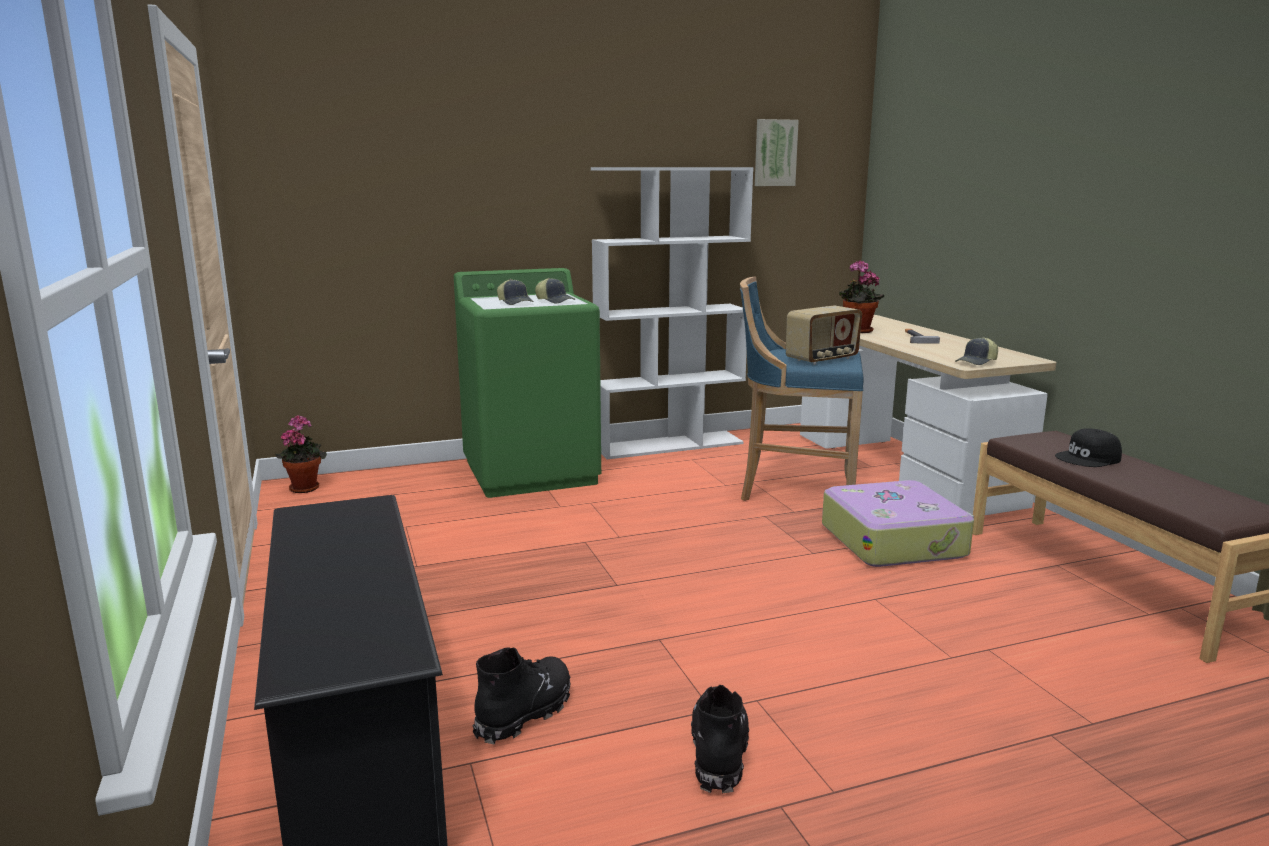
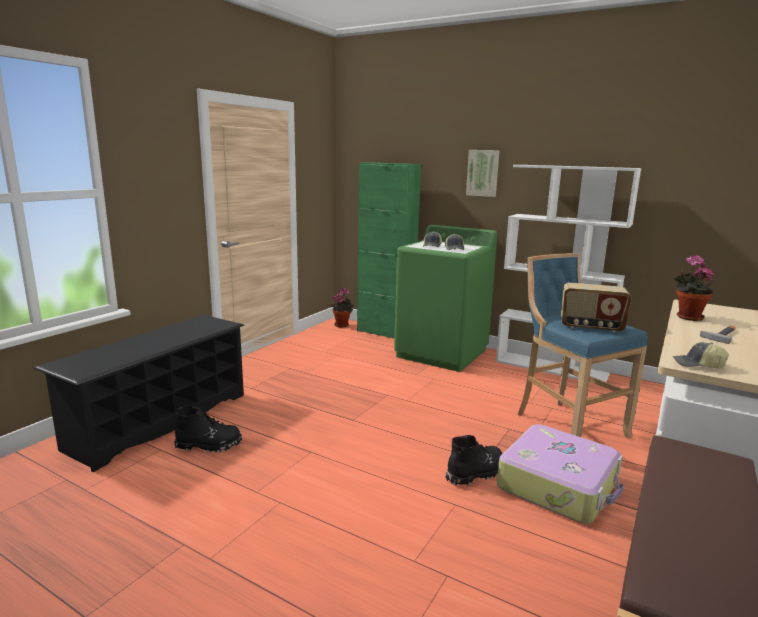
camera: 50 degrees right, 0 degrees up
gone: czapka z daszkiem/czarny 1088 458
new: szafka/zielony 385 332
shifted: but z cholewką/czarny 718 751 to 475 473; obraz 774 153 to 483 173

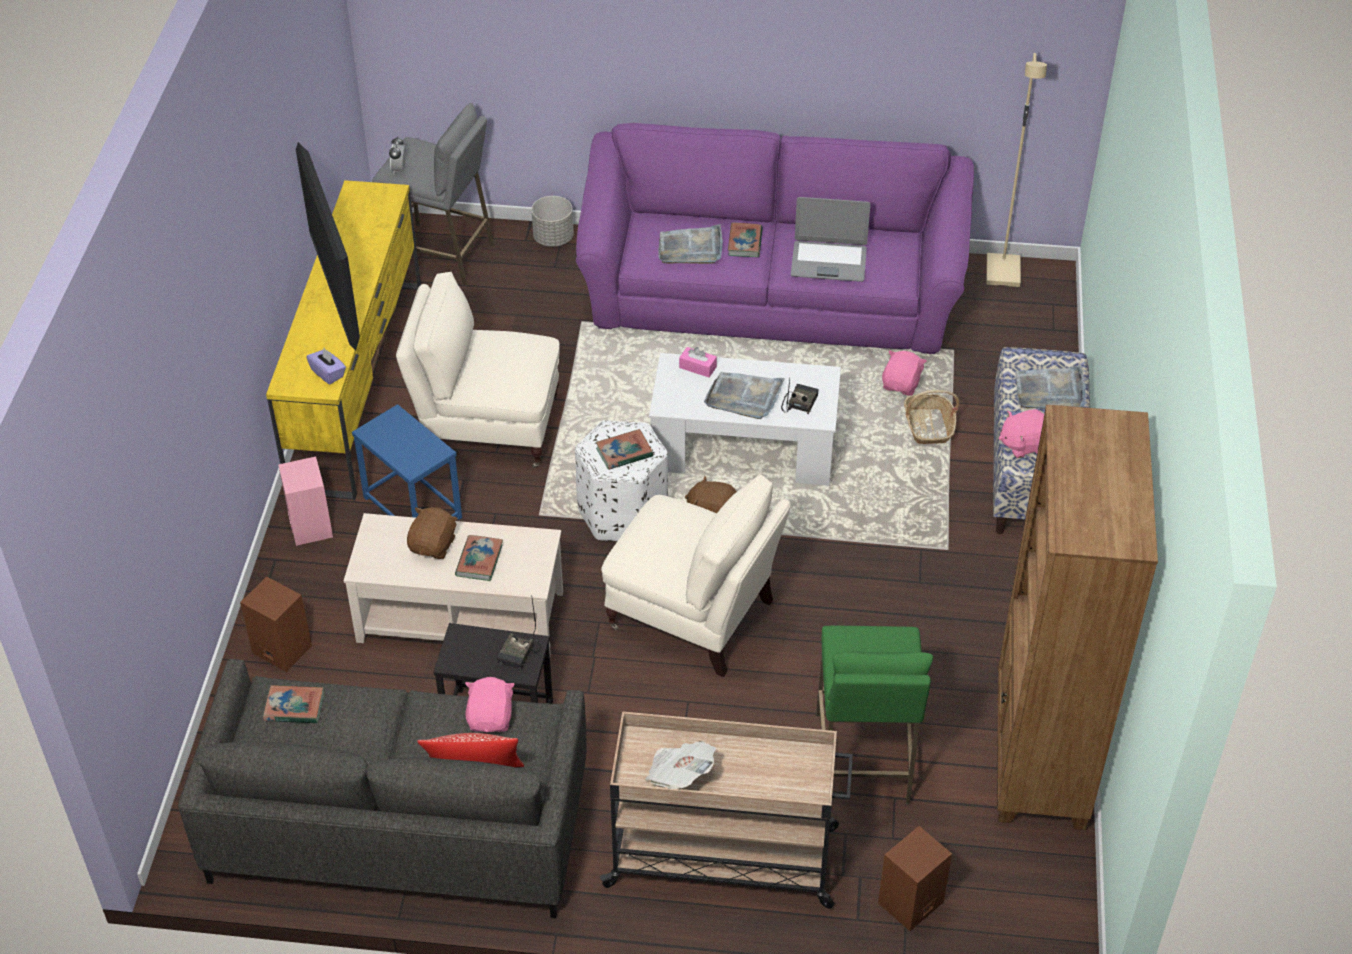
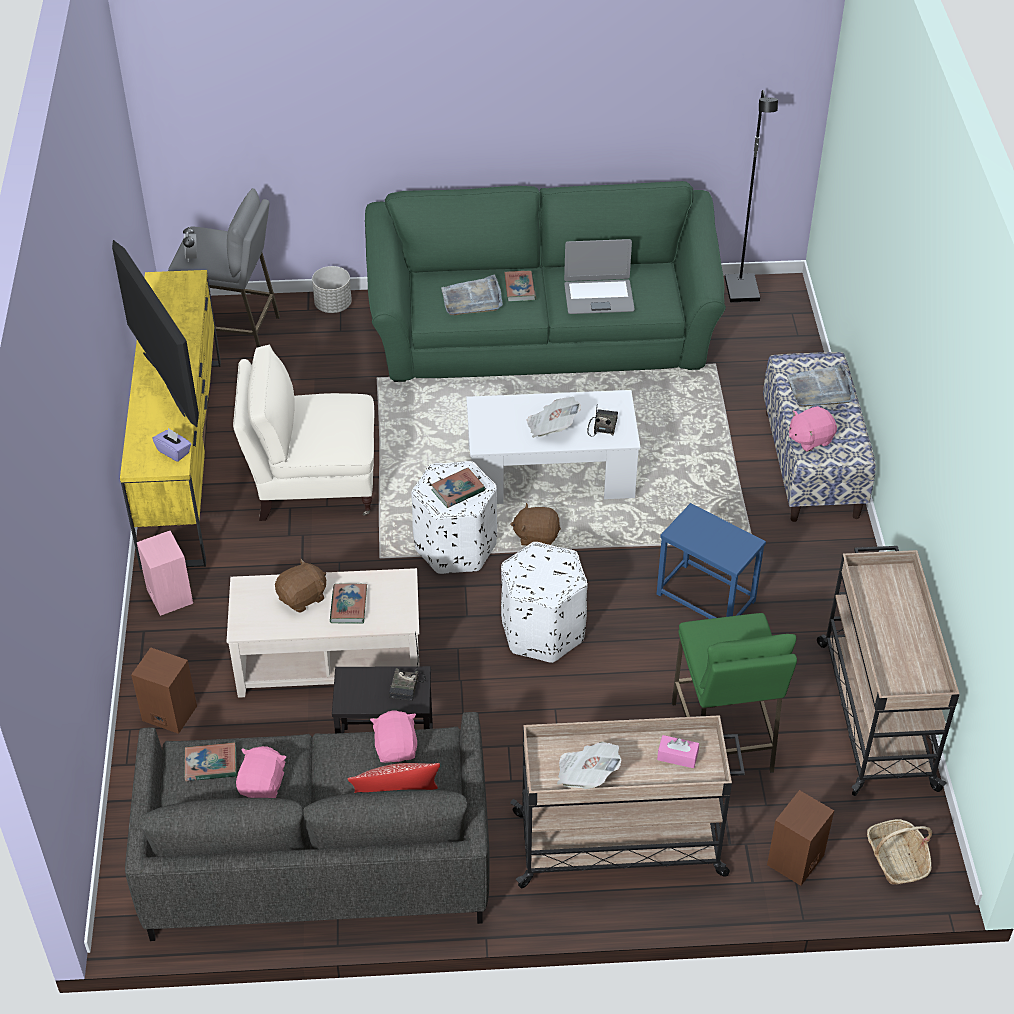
camera: 10 degrees left, 0 degrees up
shifted: stolik/niebieski 411 508 to 705 598; pudełko chusteczek/różowy 698 367 to 677 756; pluszak/różowy 901 384 to 263 785; koszyk 928 427 to 896 859
swapped: fotel/beżowy 694 617 to pufa/biały 542 631; taca/szary 744 397 to gazeta 552 427; regał/brązowy 1039 755 to wózek/beżowy 875 712
repainted: kanapa/fioletowy 772 292 to kanapa/zielony 542 331; lampa stojąca/beżowy 1004 273 to lampa stojąca/czarny 743 290
rotated: pluszak/brązowy 433 545 = 303 597 45 degrees clockwise

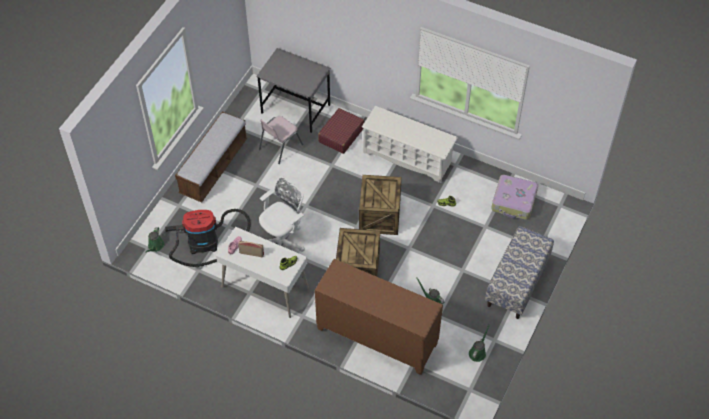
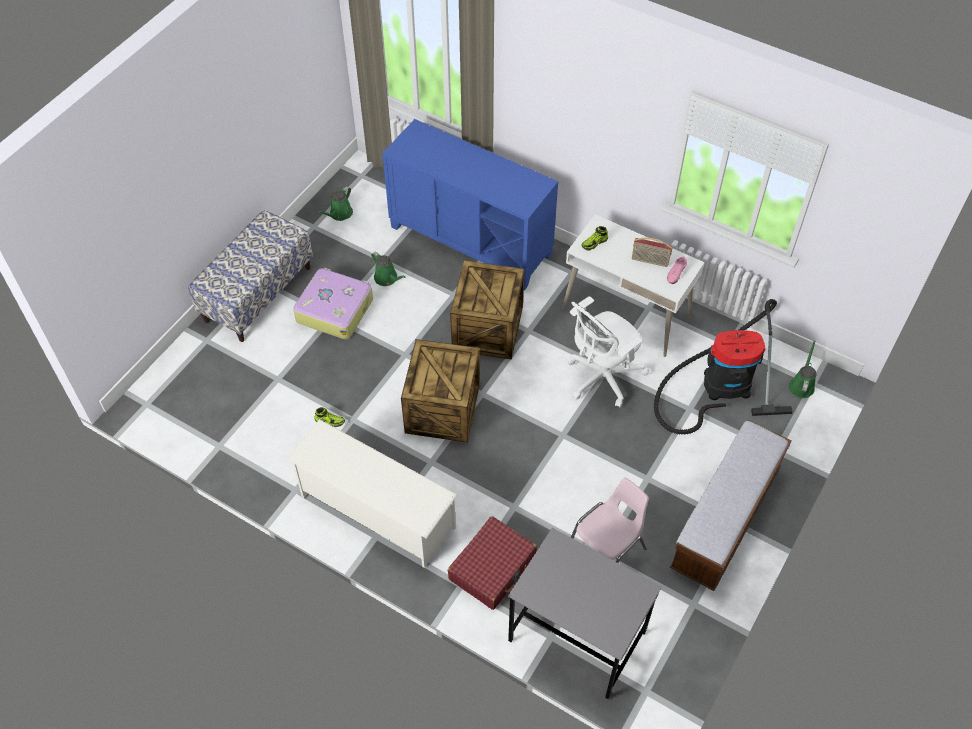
camera: 175 degrees left, 0 degrees up
shifted: walizka 514 202 to 334 309
repainted: szafka/brązowy 376 336 to szafka/niebieski 471 240

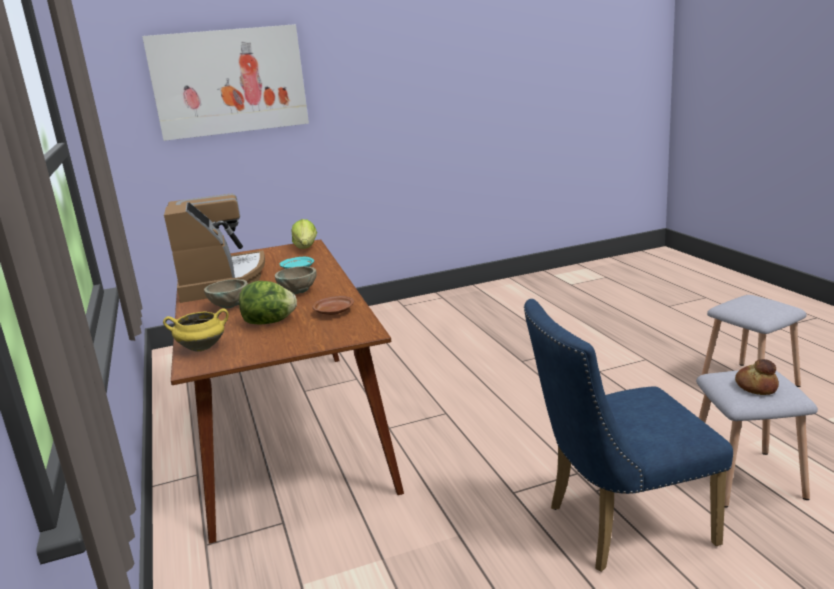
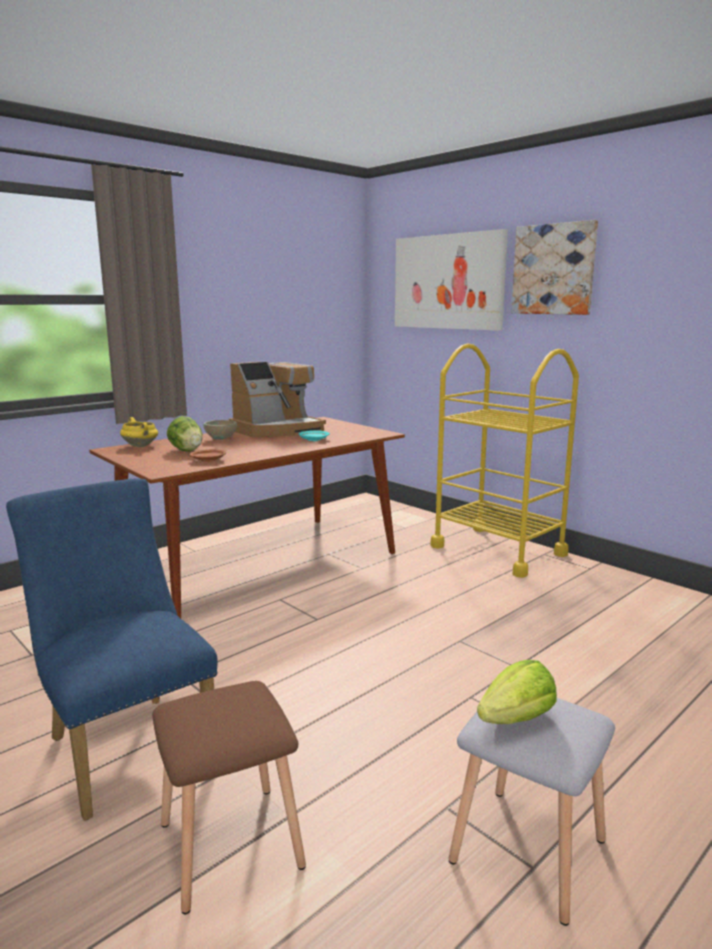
camera: 65 degrees right, 5 degrees down
gone: miska/beżowy 297 292; chleb 756 387
new: wózek/żółty 498 550; obraz 554 269
shifted: sałata 306 248 to 517 719
repainted: stołek/szary 747 479 to stołek/brązowy 228 846

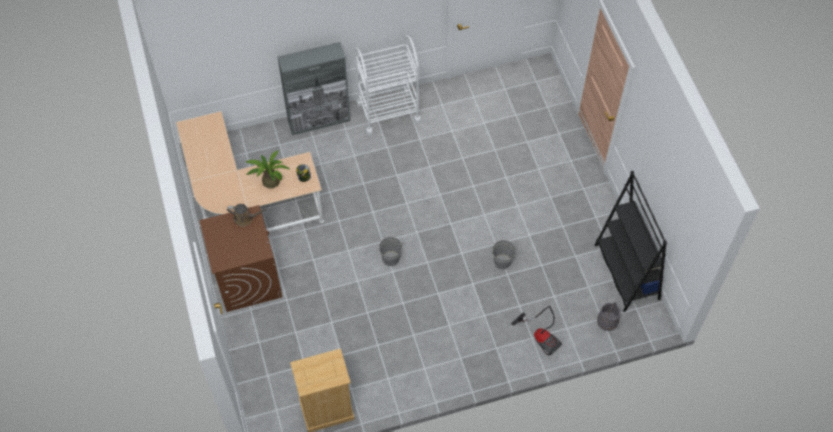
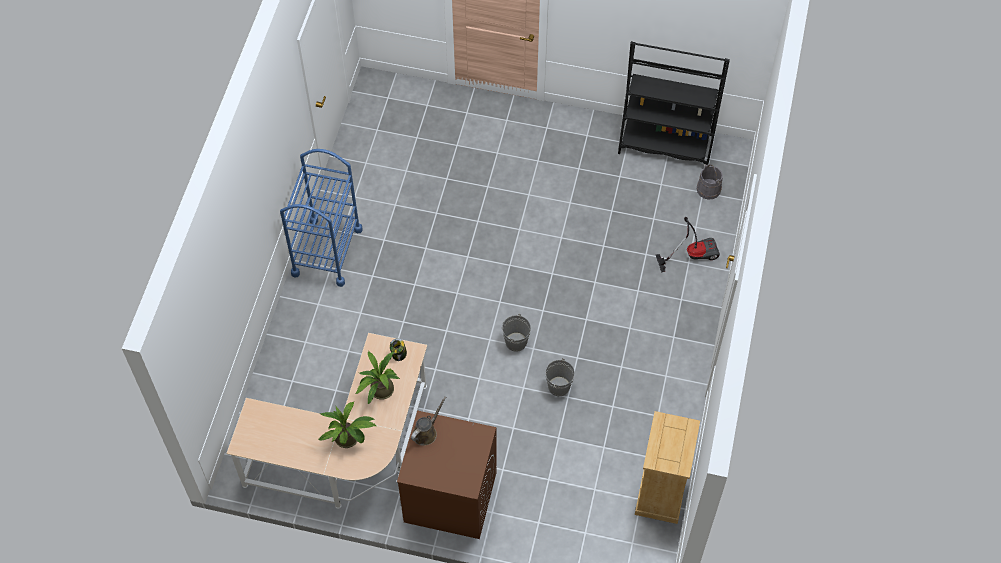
camera: 60 degrees left, 0 degrees up
gone: szafka/szary 319 120
new: roślina doniczkowa 349 439
shifted: wiadro/szary 502 261 to 559 386
repainted: wózek/biały 388 112 to wózek/niebieski 327 251

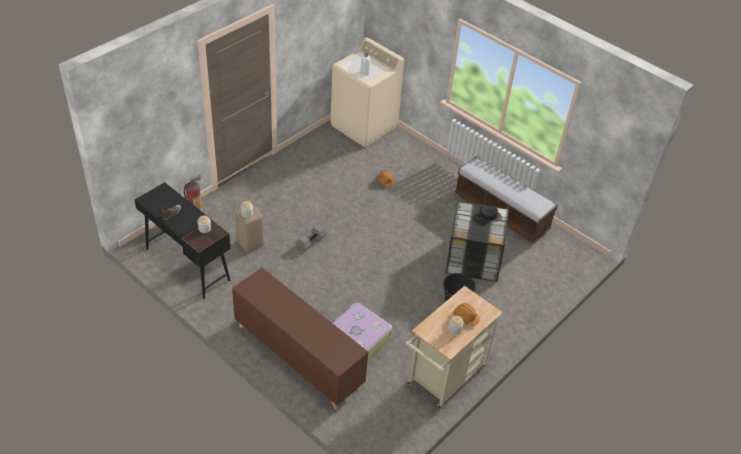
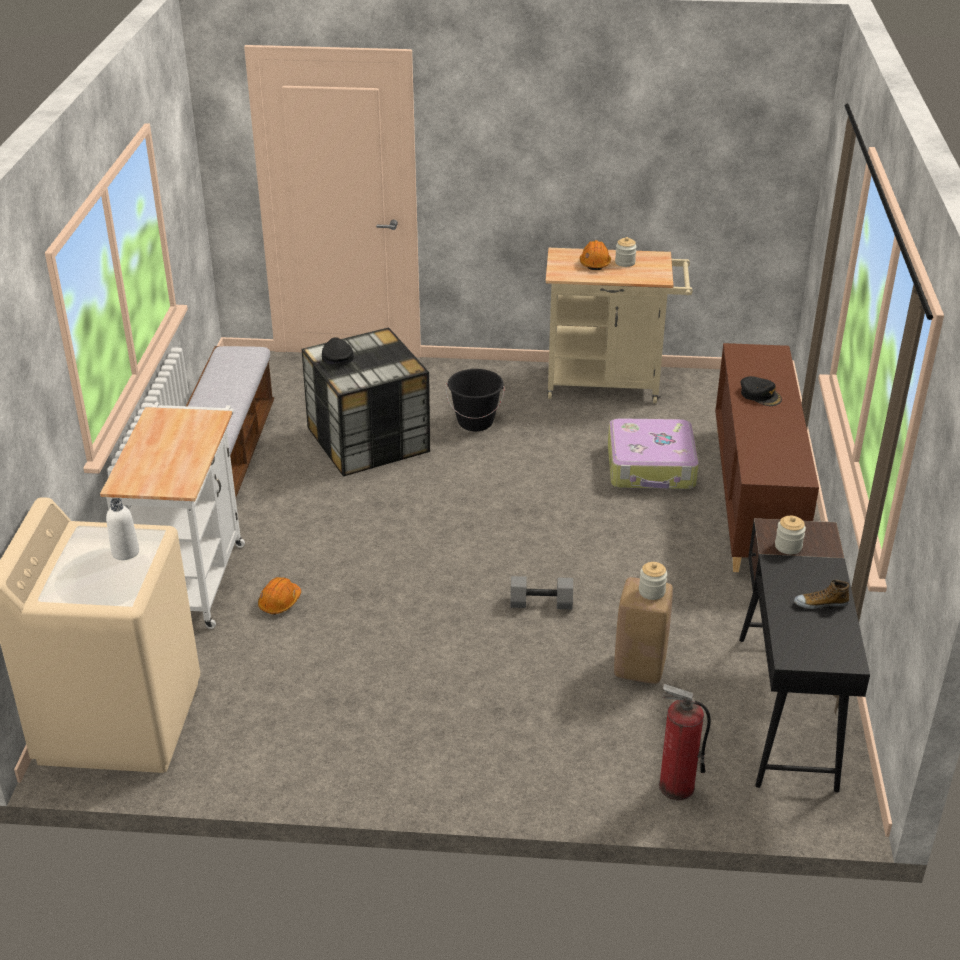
camera: 125 degrees left, 10 degrees down
new: wózek/biały 191 576; czapka z daszkiem/czarny 760 395

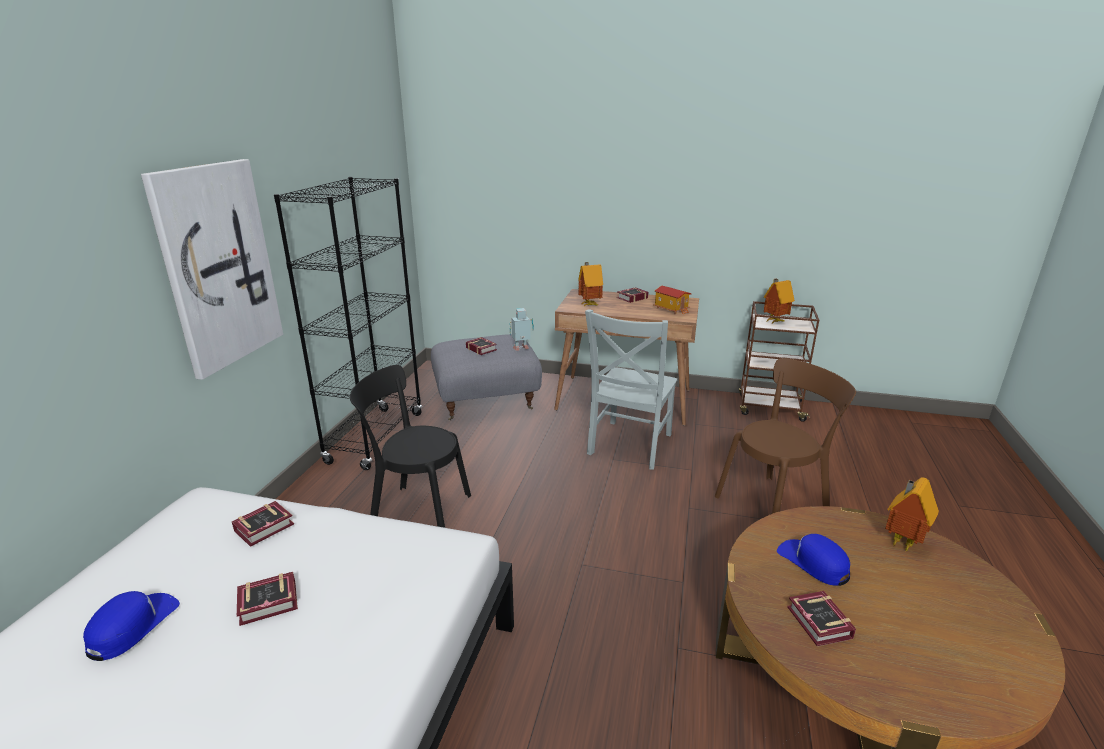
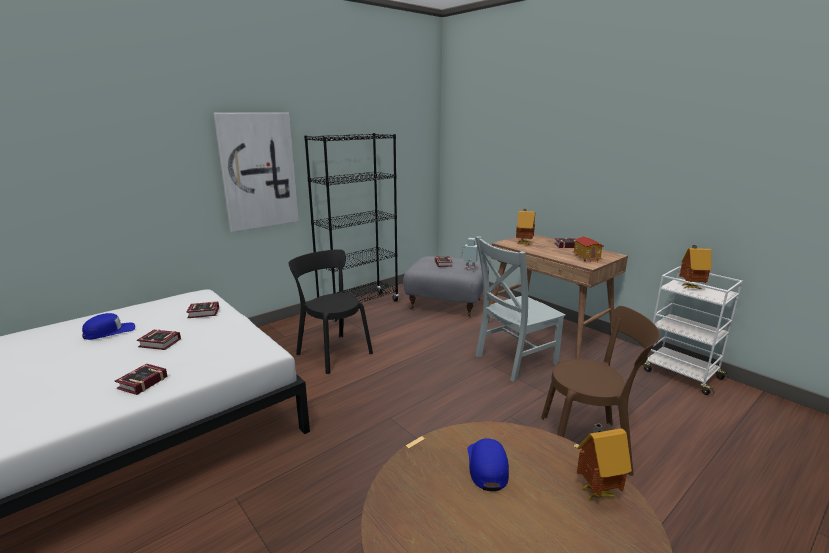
camera: 35 degrees right, 5 degrees down
shifted: książka 819 624 to 140 383
repainted: wózek/brązowy 769 408 to wózek/biały 680 374

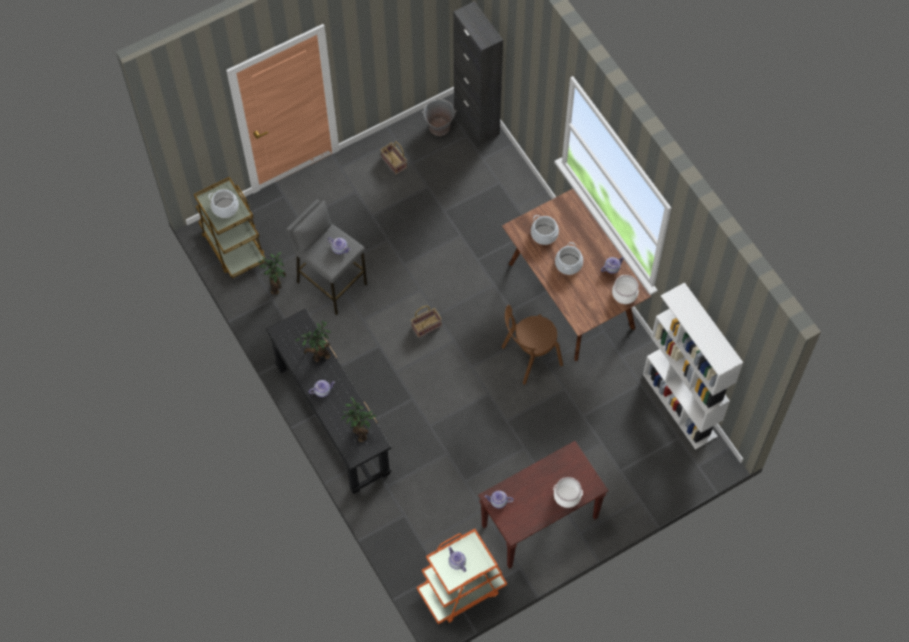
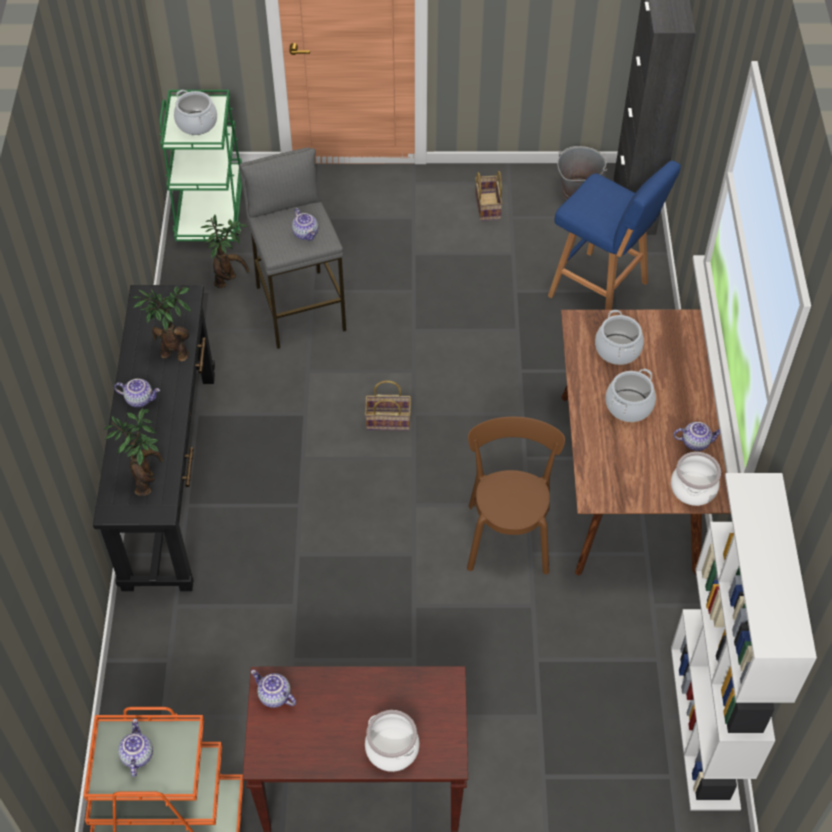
camera: 30 degrees right, 10 degrees down
new: stołek/niebieski 601 291
repainted: wózek/brązowy 233 246 to wózek/zielony 210 210
rotated: krzesło/brązowy 529 357 = 508 534 90 degrees clockwise

